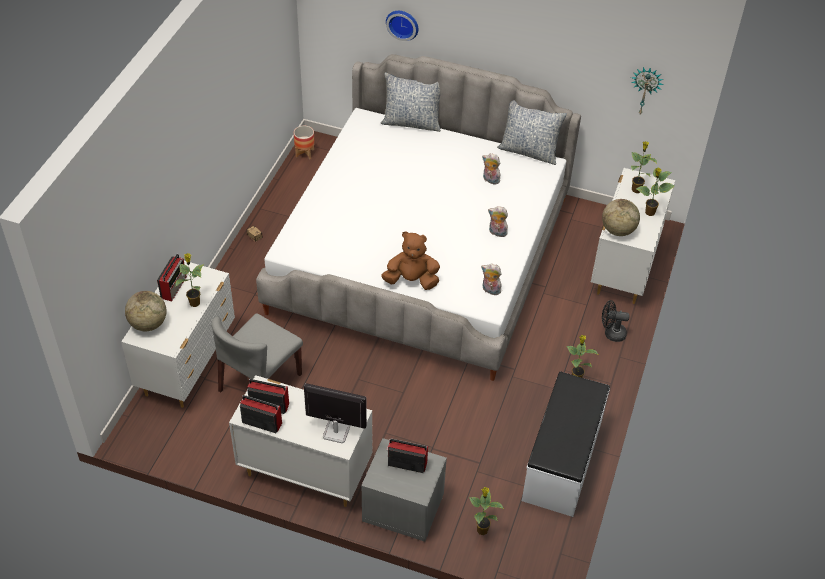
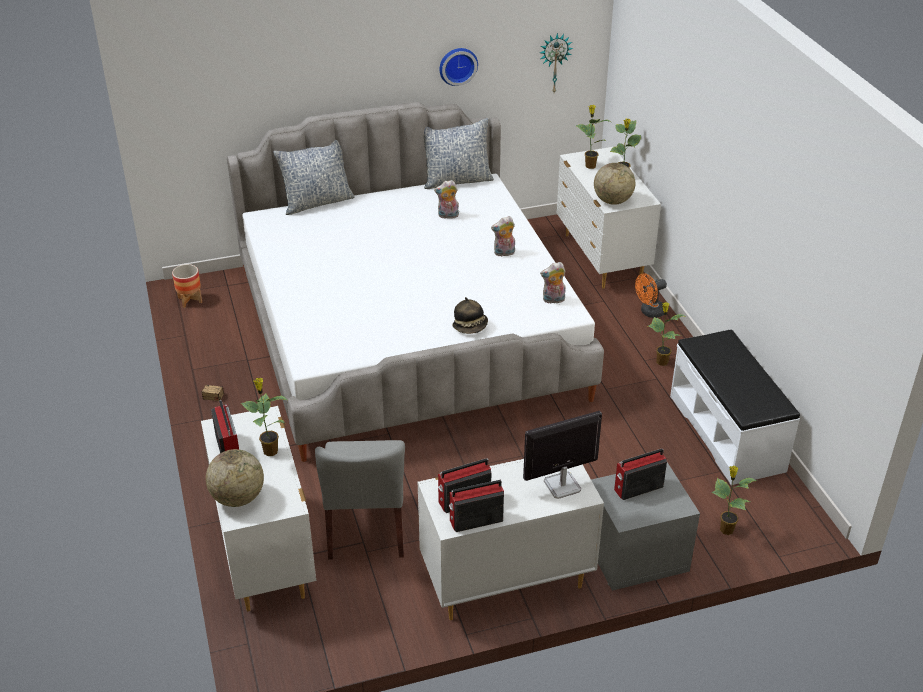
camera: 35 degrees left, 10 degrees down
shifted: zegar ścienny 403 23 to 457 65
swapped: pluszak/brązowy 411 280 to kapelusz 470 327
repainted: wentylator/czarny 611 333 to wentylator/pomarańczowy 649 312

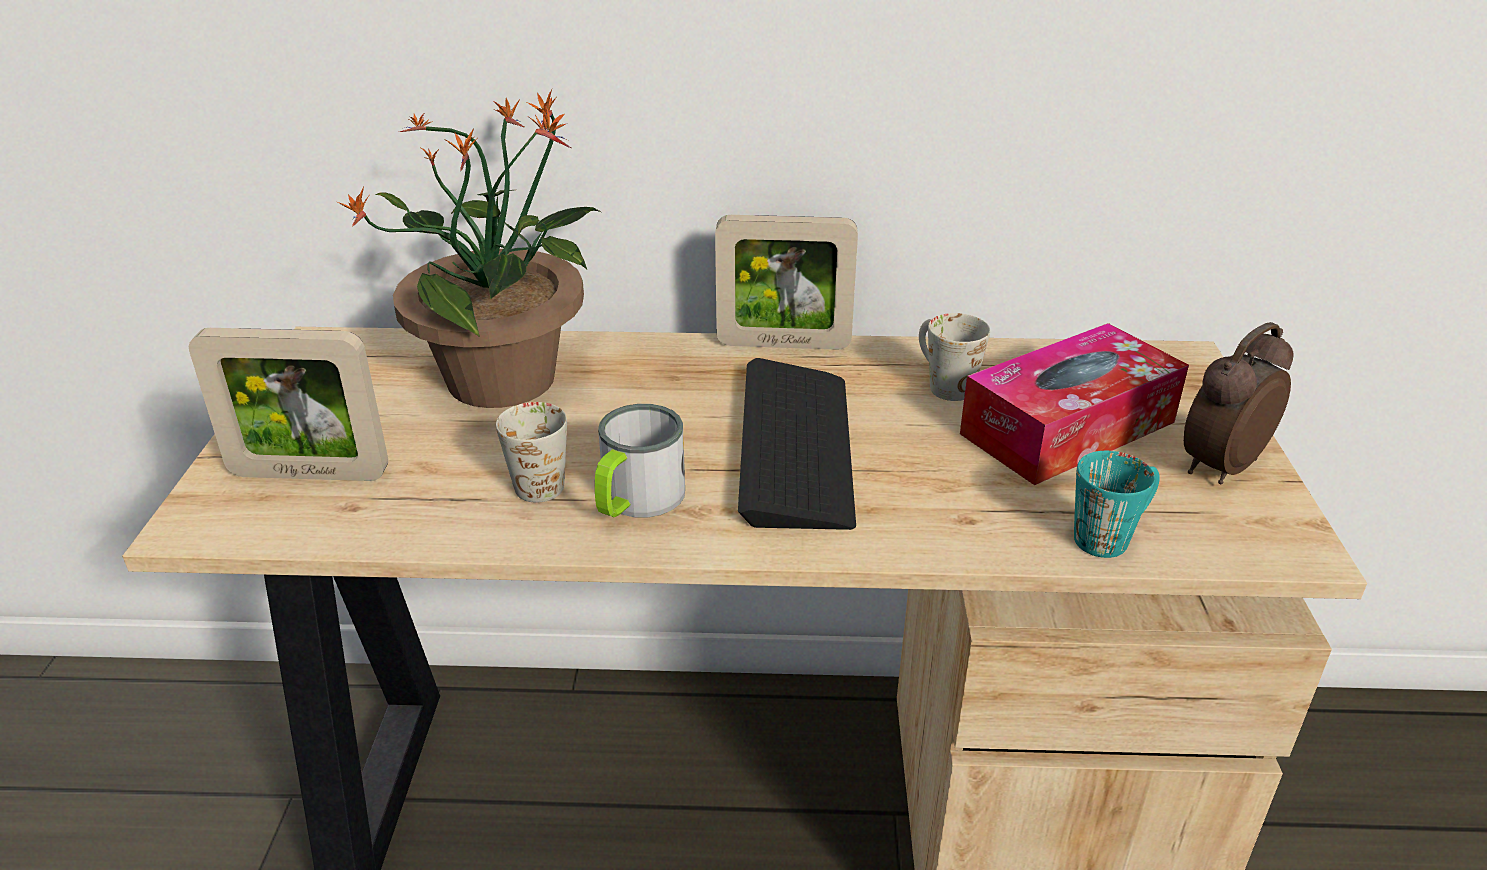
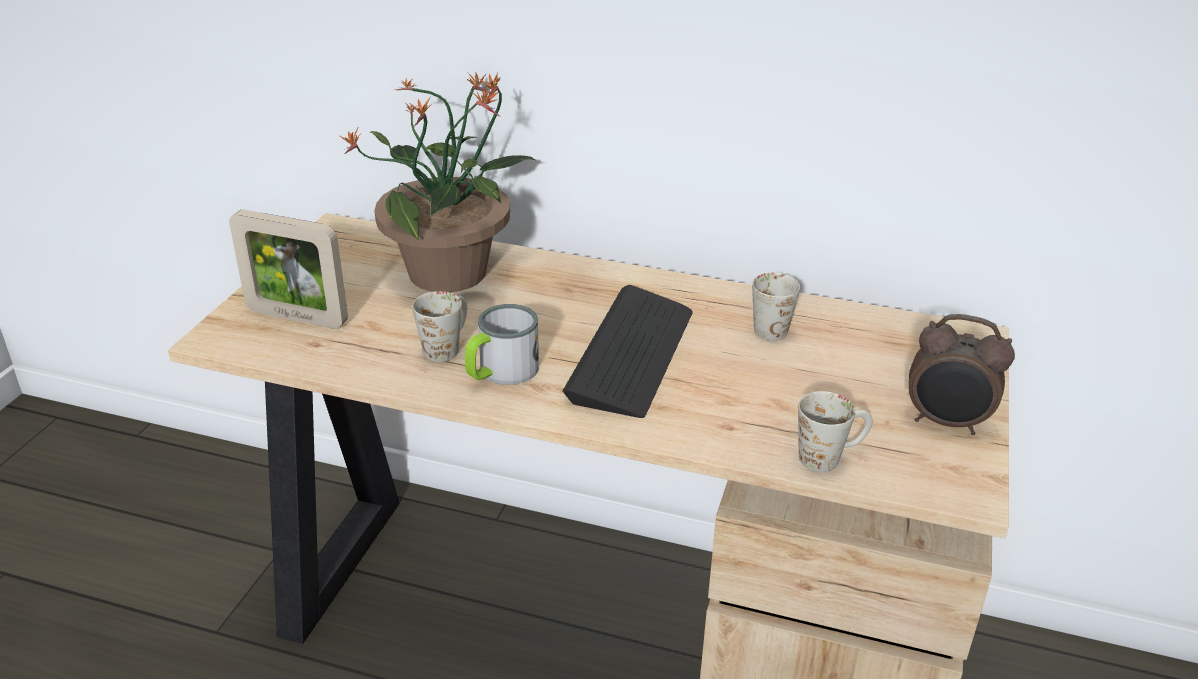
camera: 15 degrees right, 0 degrees up
gone: ramka na zdjęcie 783 344; pudełko chusteczek 1067 428
repainted: kubek/turkusowy 1112 534 to kubek/biały 830 456
rotated: budzik 1218 466 = 946 423 135 degrees counterclockwise

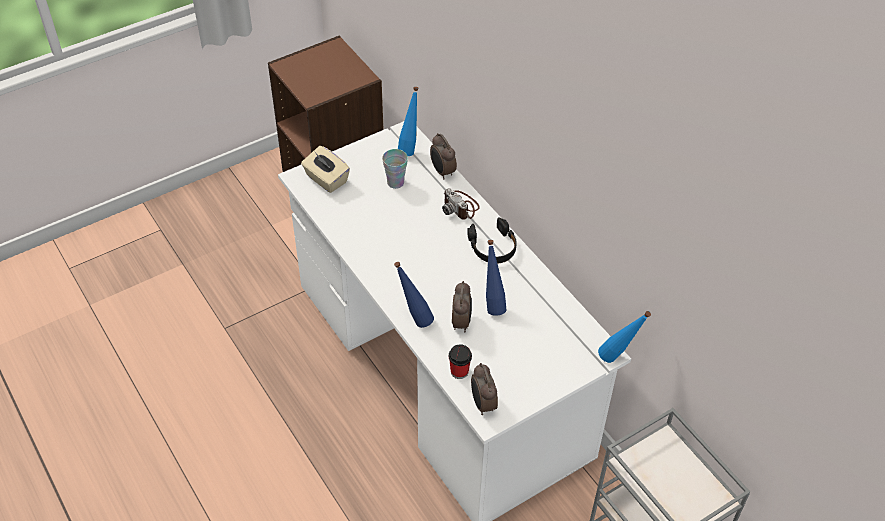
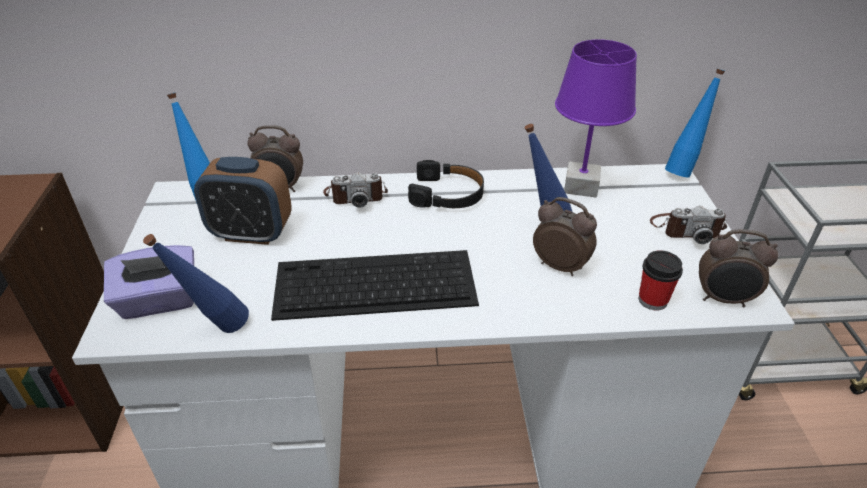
camera: 60 degrees left, 10 degrees down
new: klawiatura 373 285; lampa stołowa/fioletowy 581 187; aparat fotograficzny 686 229
shifted: butelka/niebieski 414 319 to 216 331
swapped: filiżanka 395 182 to budzik 251 233
repainted: pudełko chusteczek/beżowy 326 179 to pudełko chusteczek/fioletowy 159 301

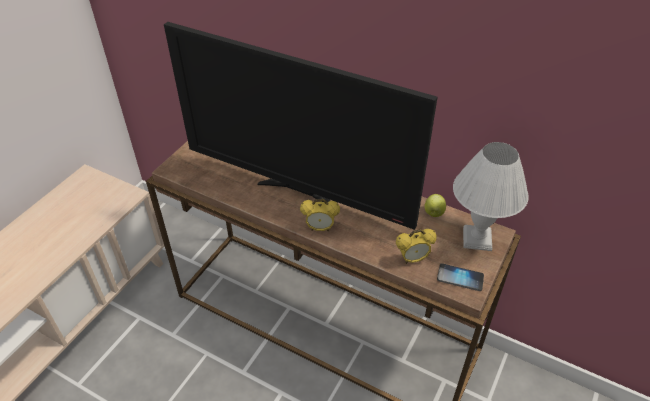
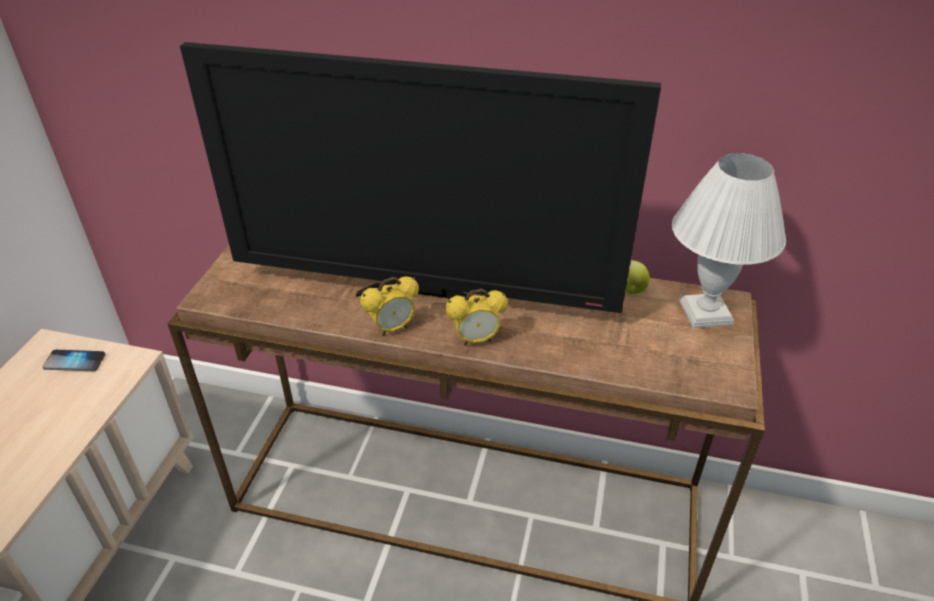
camera: 15 degrees left, 5 degrees down
shifted: budzik 412 259 to 392 328; telefon 460 278 to 75 361

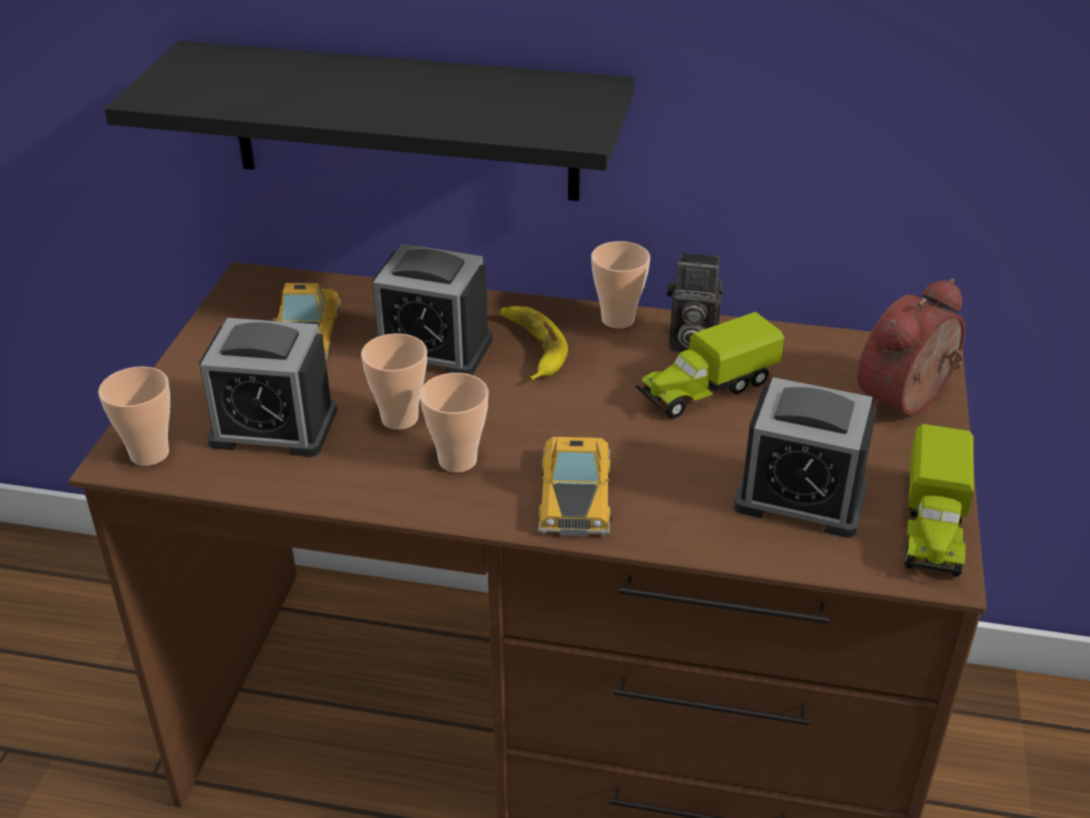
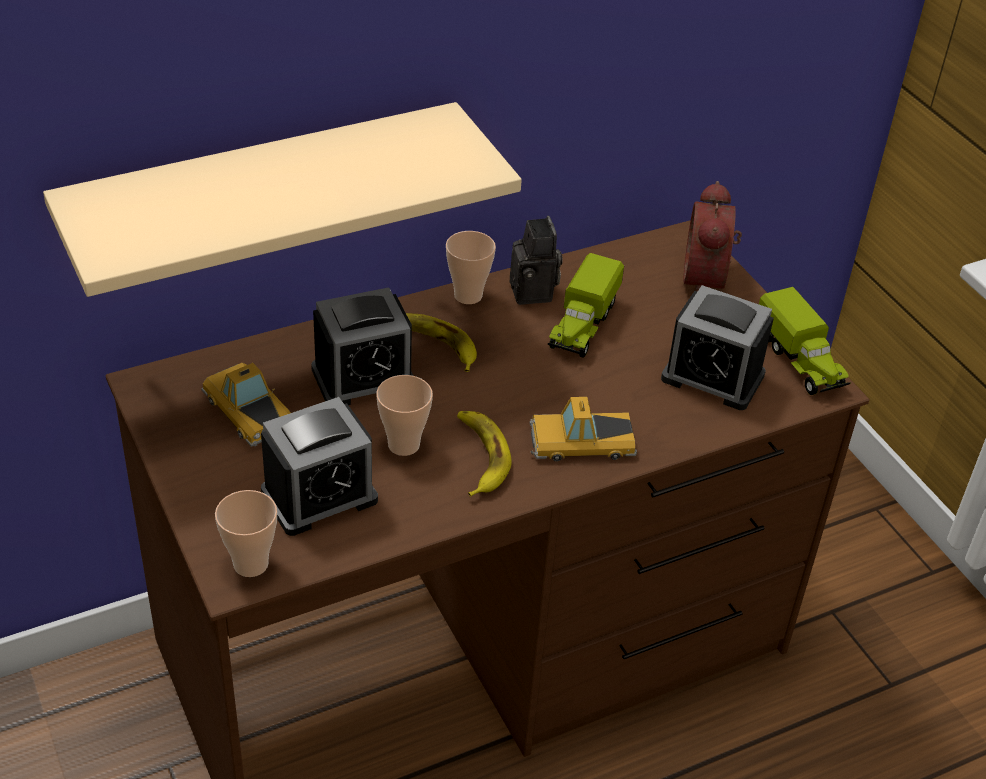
camera: 40 degrees left, 5 degrees up
swapped: filiżanka 457 460 to banan 480 456
repainted: półka/czarny 404 122 to półka/beżowy 263 195
rotated: samochodzik 576 492 = 580 441 60 degrees counterclockwise; aparat fotograficzny 689 342 = 534 293 75 degrees counterclockwise; budzik 800 497 = 712 377 45 degrees clockwise

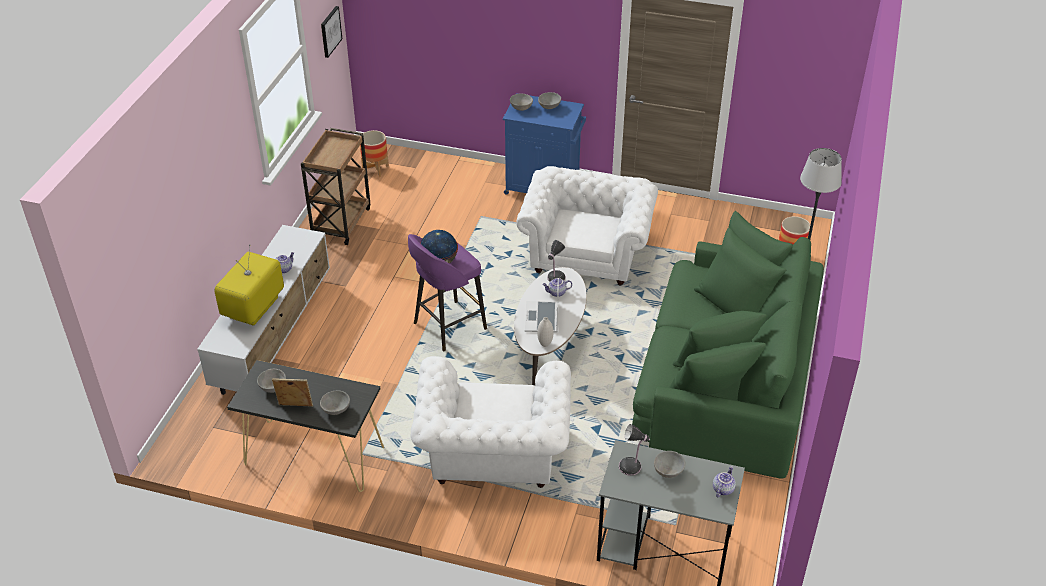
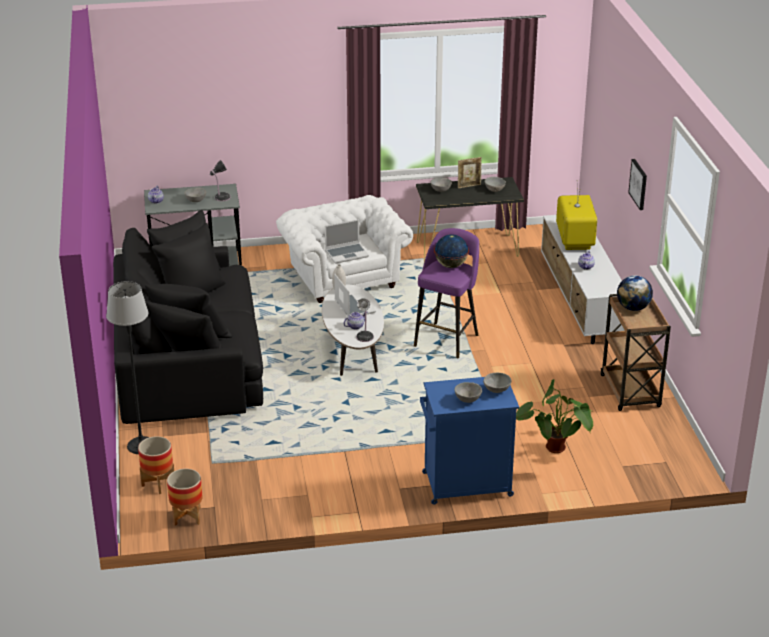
camera: 155 degrees right, 10 degrees down
gone: fotel/biały 587 253
new: laptop 347 254; roślina doniczkowa 557 454; globus 633 308
shifted: obraz 330 31 to 639 184; donica 375 169 to 187 517
repainted: kanapa/zielony 725 382 to kanapa/czarny 188 362

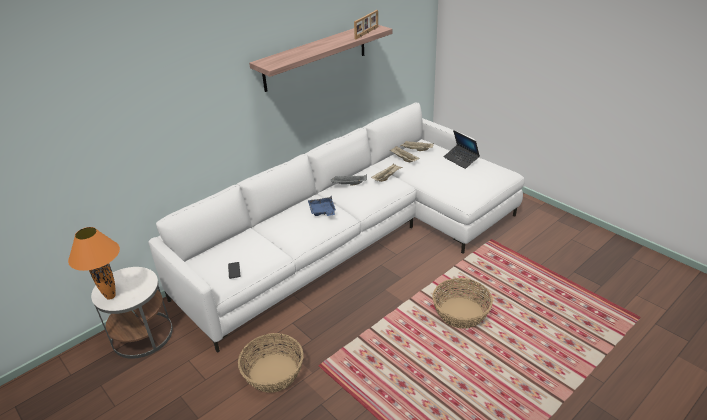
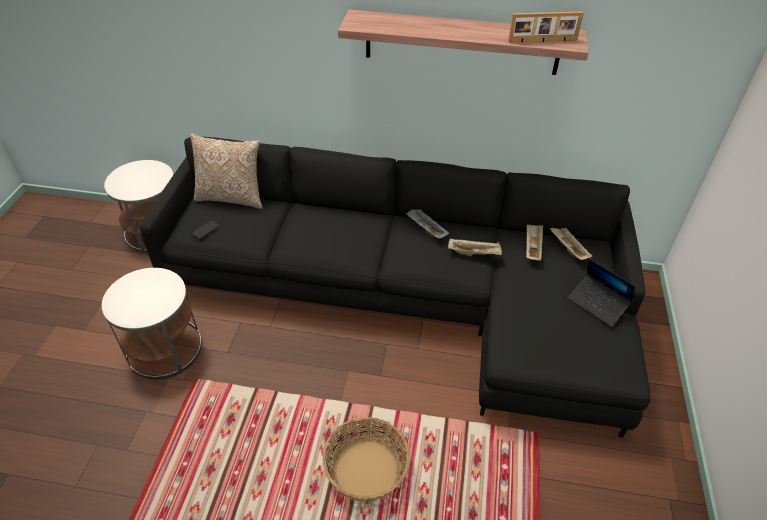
camera: 50 degrees right, 10 degrees up
gone: lampa stołowa/pomarańczowy 111 296; taca/niebieski 322 211
new: poduszka 231 197
swapped: koszyk 273 372 to stolik/biały 165 348
repainted: kanapa/biały 357 239 to kanapa/czarny 411 298
rotated: laptop 461 159 = 597 304 60 degrees counterclockwise

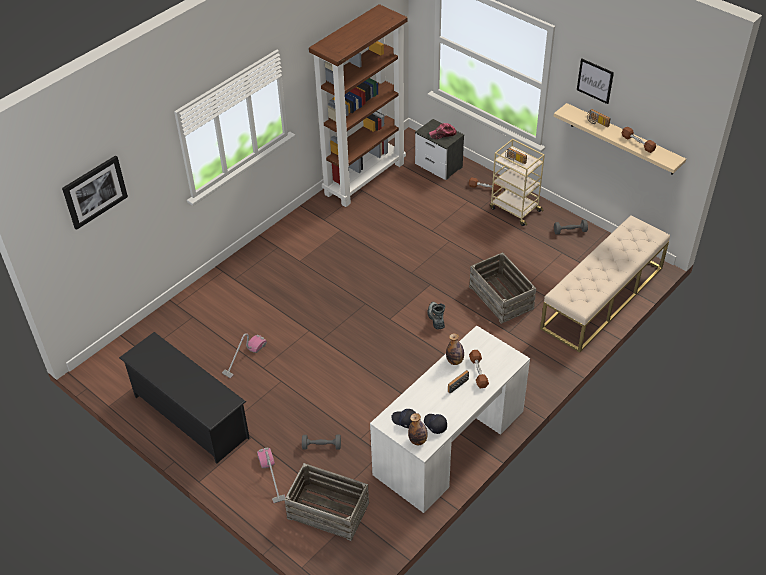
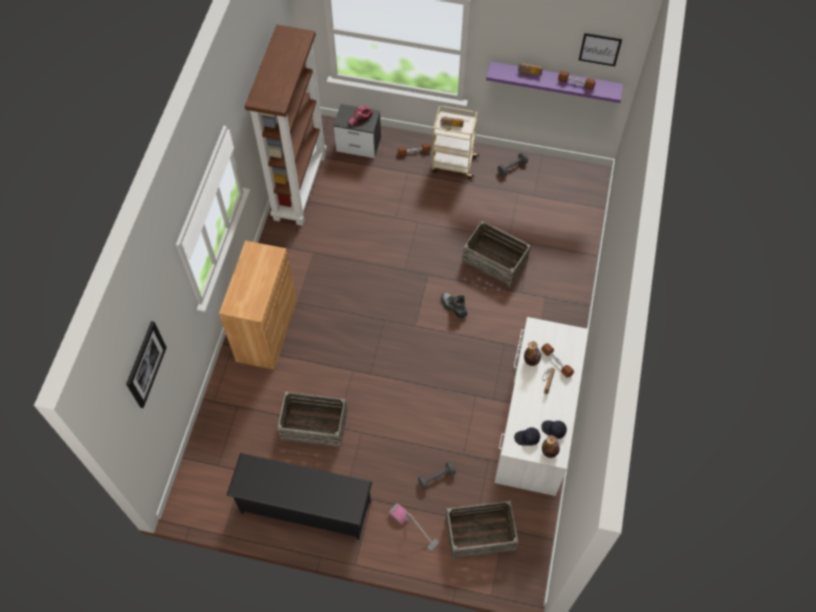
camera: 30 degrees left, 15 degrees up
gone: ławka/beżowy 602 298
new: szafka/brązowy 266 330
shifted: obraz 595 81 to 600 49
swapped: odkurzacz 244 358 to skrzynka 314 425
repainted: półka/beżowy 622 139 to półka/fioletowy 554 80

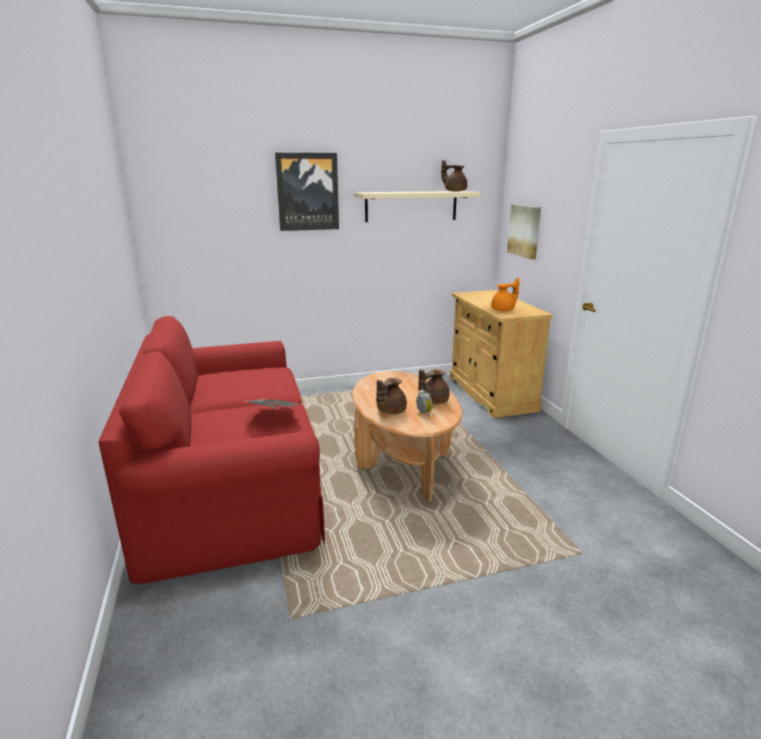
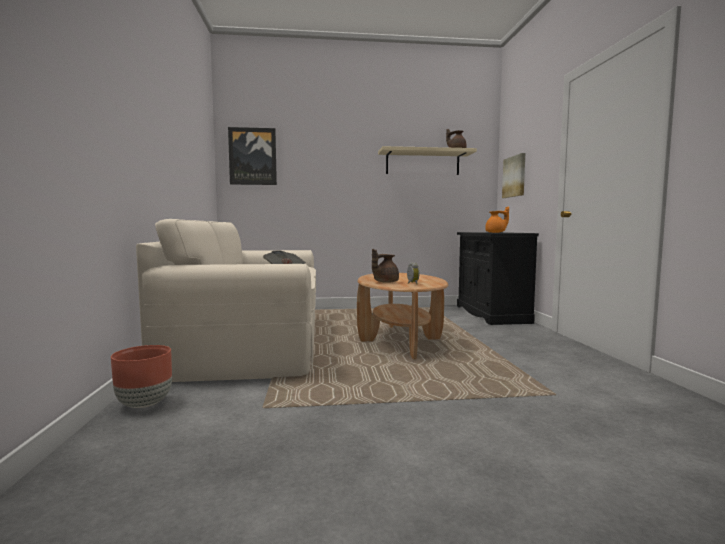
camera: 10 degrees right, 15 degrees down
gone: imbryk/brązowy 433 401
new: donica/brązowy 144 404
shifted: obraz 307 192 to 252 156
repainted: kanapa/czerwony 230 480 to kanapa/beżowy 252 341; szafka/beżowy 491 393 to szafka/czarny 491 314

